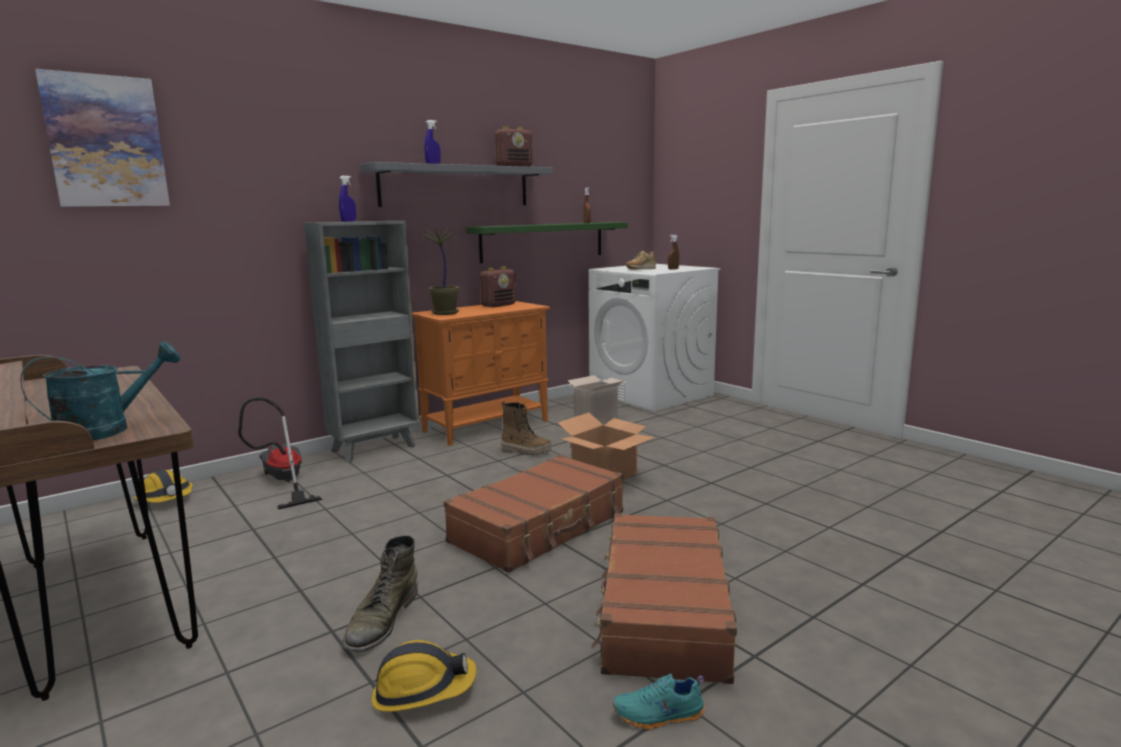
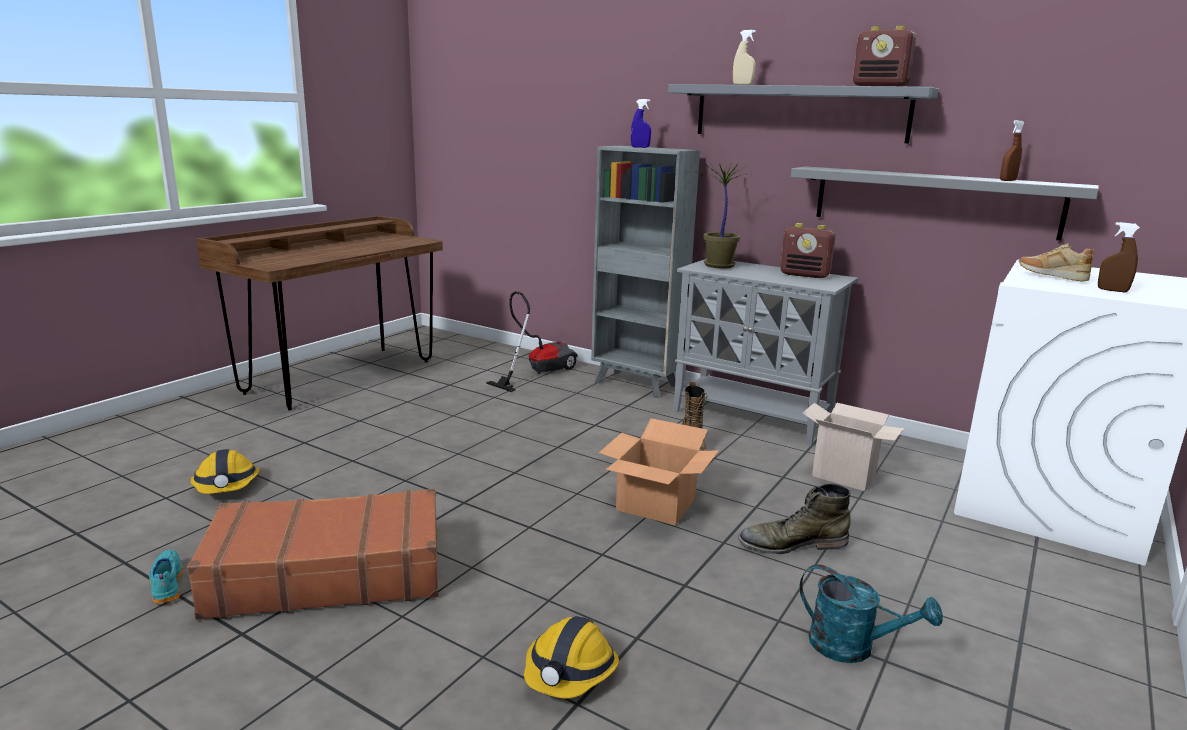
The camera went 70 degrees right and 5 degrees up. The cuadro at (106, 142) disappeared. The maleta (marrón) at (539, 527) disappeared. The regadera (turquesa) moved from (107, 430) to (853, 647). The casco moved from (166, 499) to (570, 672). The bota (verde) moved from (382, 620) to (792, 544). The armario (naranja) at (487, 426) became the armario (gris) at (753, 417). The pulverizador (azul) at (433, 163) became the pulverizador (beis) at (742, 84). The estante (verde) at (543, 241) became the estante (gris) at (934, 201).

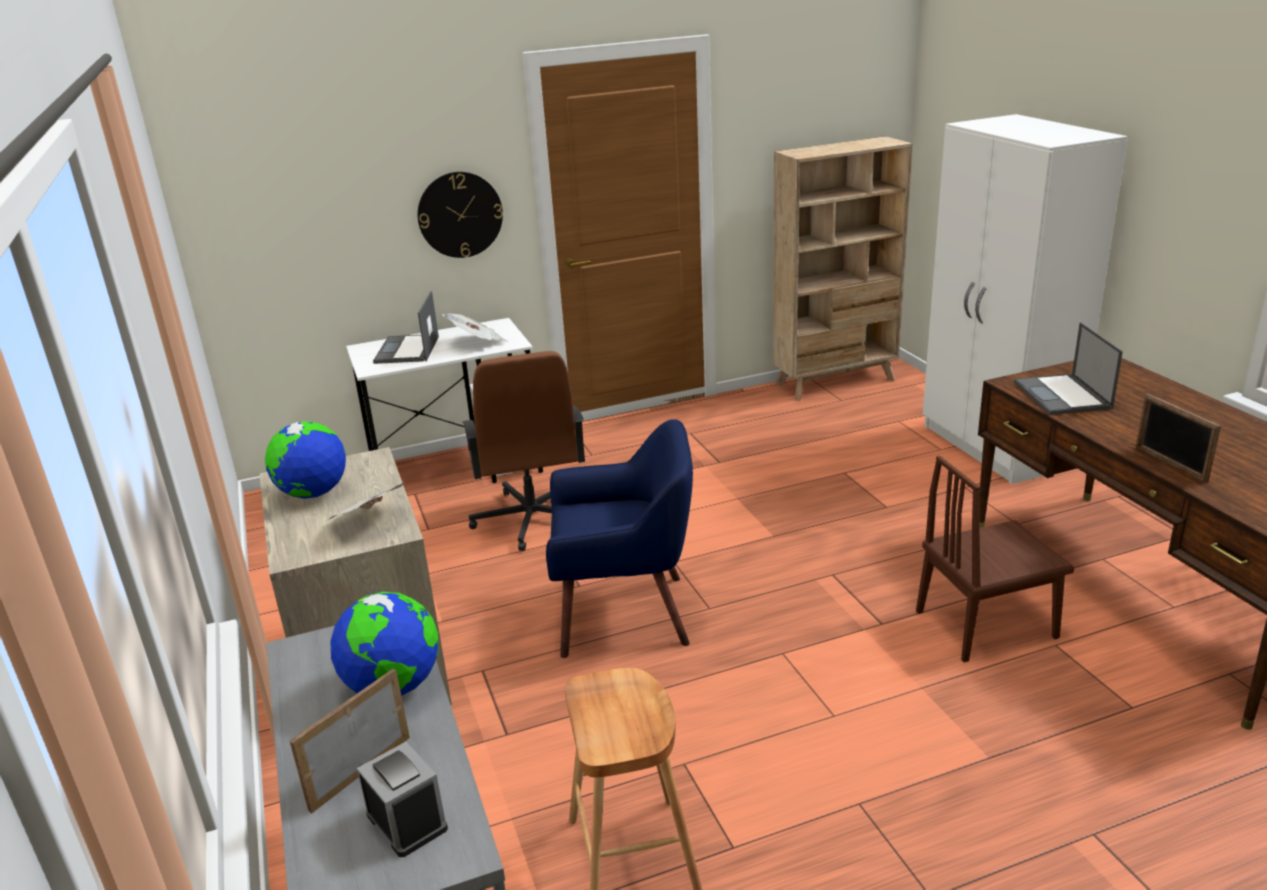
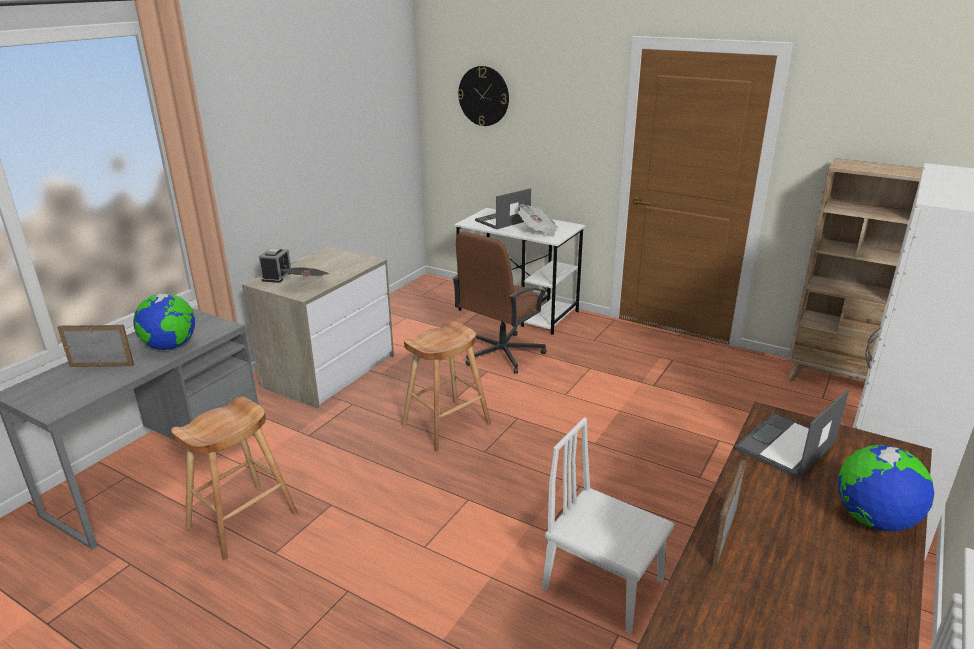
The camera went 50 degrees right and 0 degrees up. The globo terráqueo moved from (313, 493) to (874, 520). The despertador moved from (407, 821) to (277, 276). The reloj de pared moved from (460, 214) to (483, 96). The sillón (azul) at (625, 613) was replaced by the taburete (marrón) at (446, 424). The silla (marrón) at (986, 624) became the silla (blanco) at (603, 584).

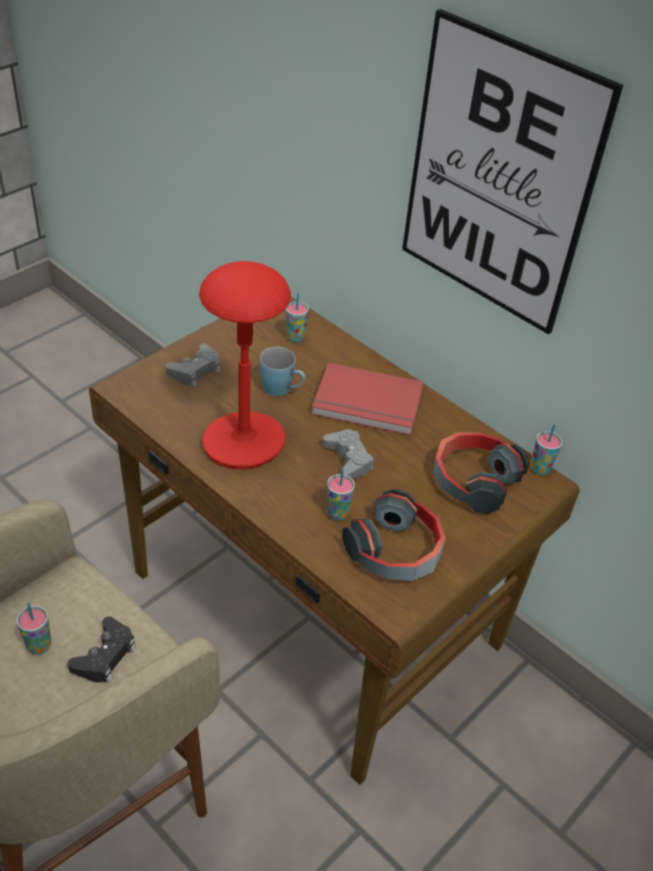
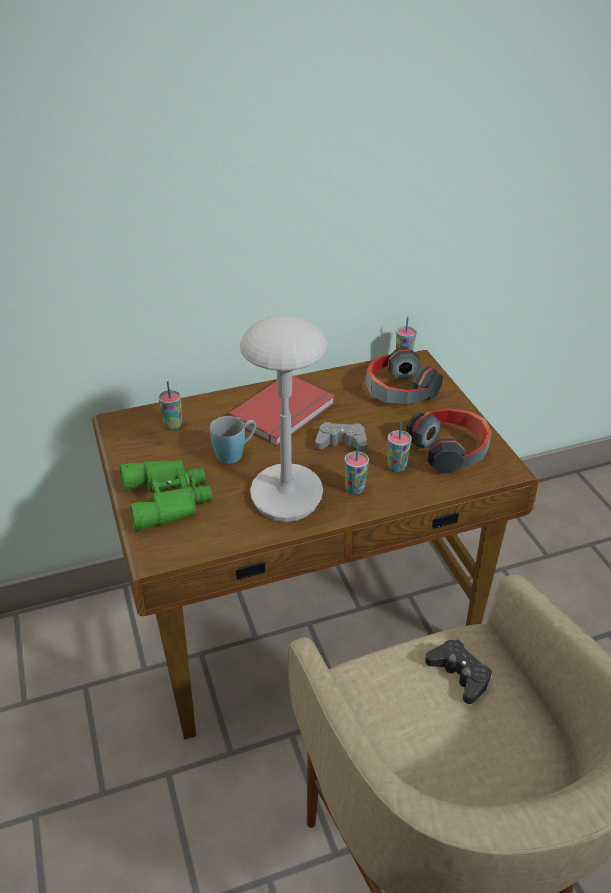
The camera went 60 degrees left and 5 degrees down. The cuadro at (498, 178) disappeared. The taza moved from (39, 646) to (355, 489). The mando de consola (gris) at (195, 370) was replaced by the prismáticos (verde) at (169, 498). The lámpara de mesa (rojo) at (244, 444) became the lámpara de mesa (gris) at (287, 495).

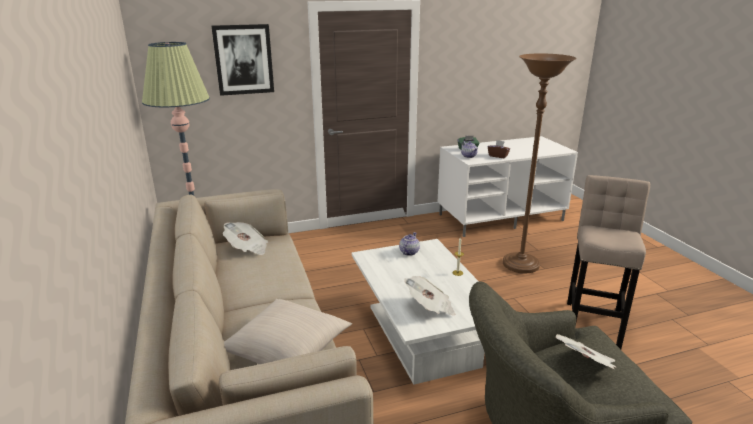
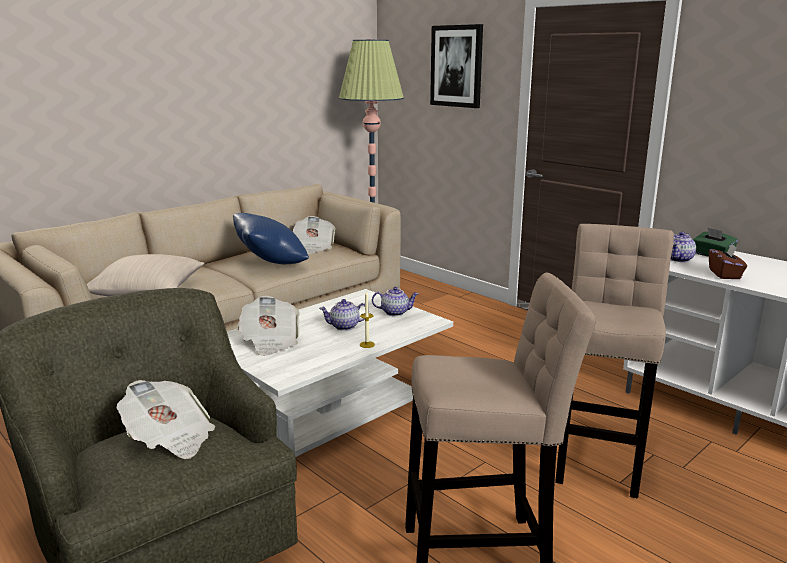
The camera went 65 degrees right and 5 degrees down. The cojín (azul) at (271, 263) appeared. The tetera at (344, 326) appeared. The lámpara de pie (marrón) at (520, 265) was replaced by the taburete (beis) at (599, 456).

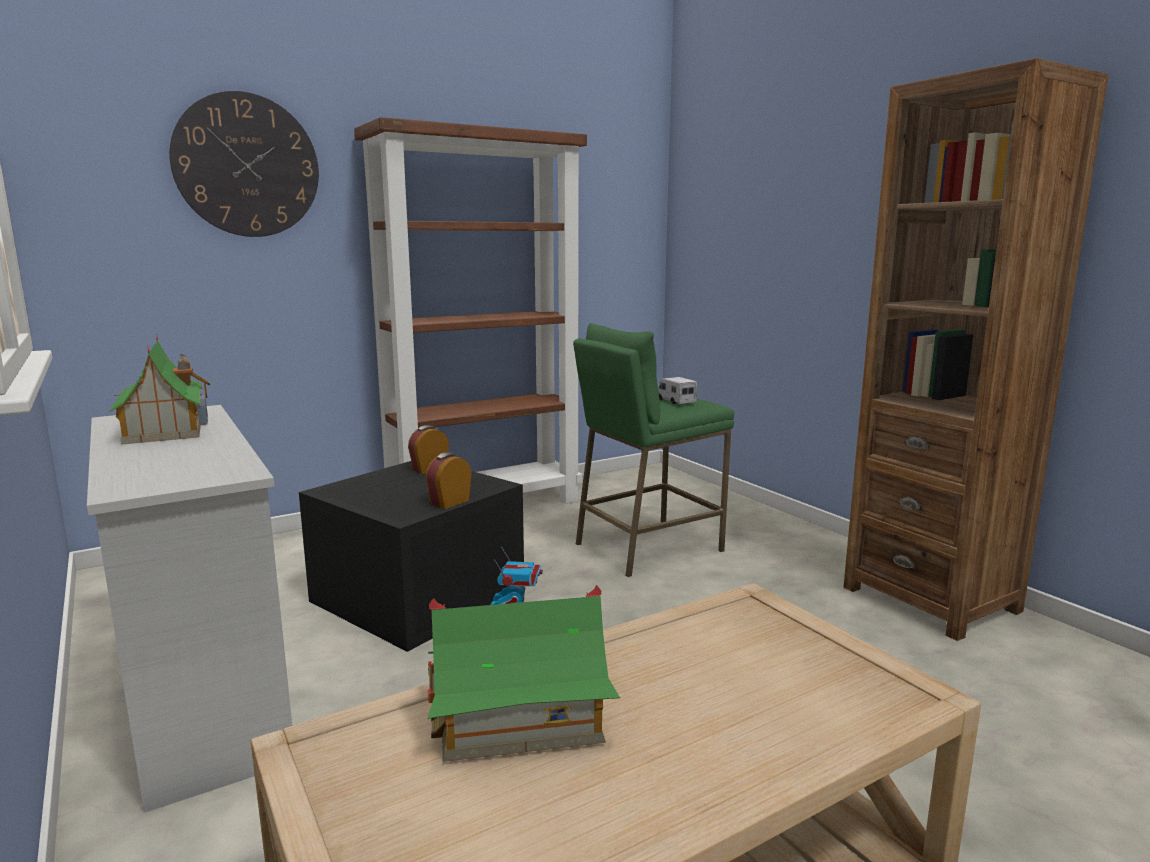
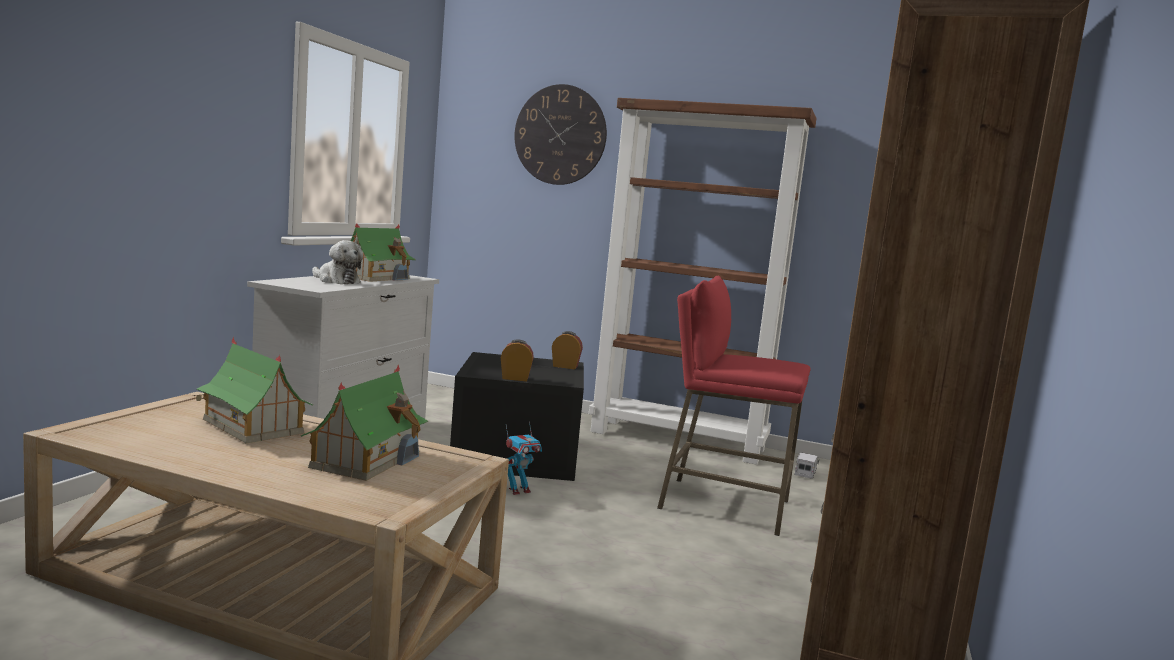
The camera went 50 degrees right and 5 degrees down. The casita at (366, 459) appeared. The peluche at (336, 281) appeared. The camión de juguete moved from (675, 401) to (805, 473). The taburete (verde) at (647, 547) became the taburete (rojo) at (723, 505).

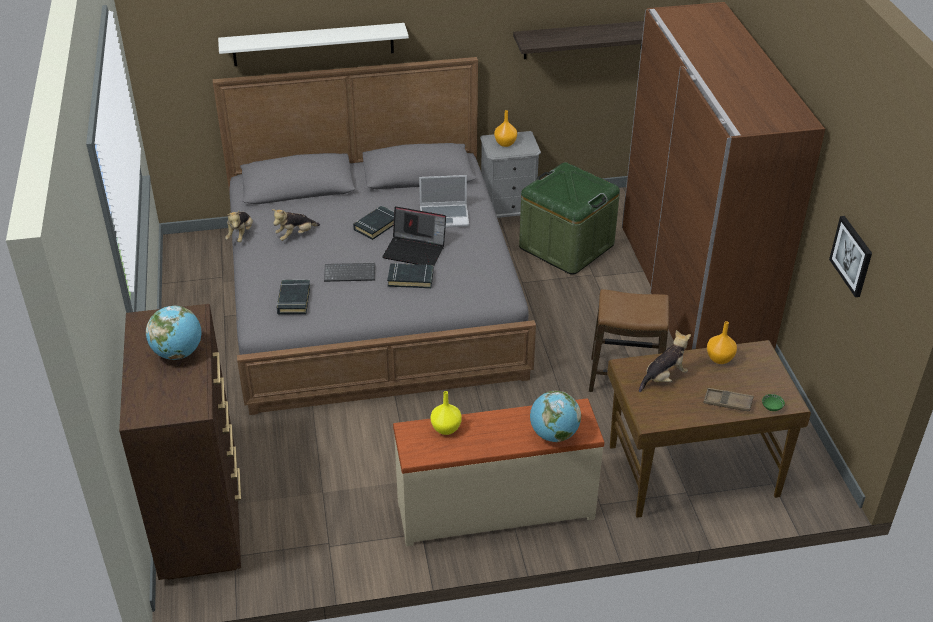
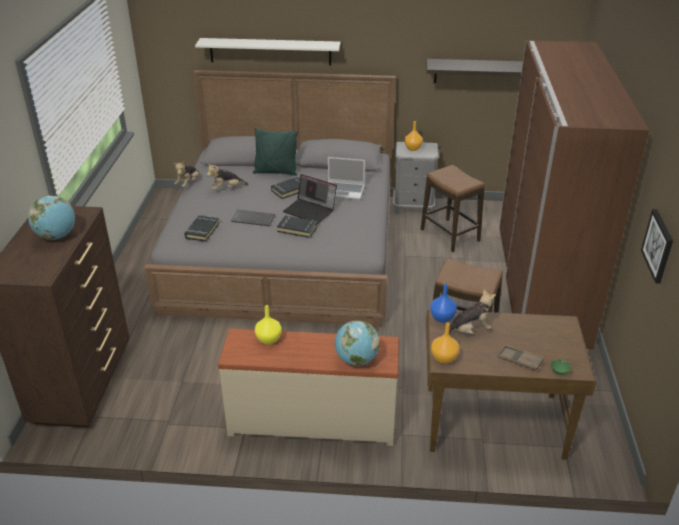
The camera went 15 degrees right and 5 degrees down. The cojín (verde) at (276, 172) appeared. The florero (azul) at (442, 318) appeared. The florero (naranja) moved from (719, 358) to (443, 358). The caja de almacenaje (verde) at (566, 246) was replaced by the taburete at (450, 235).

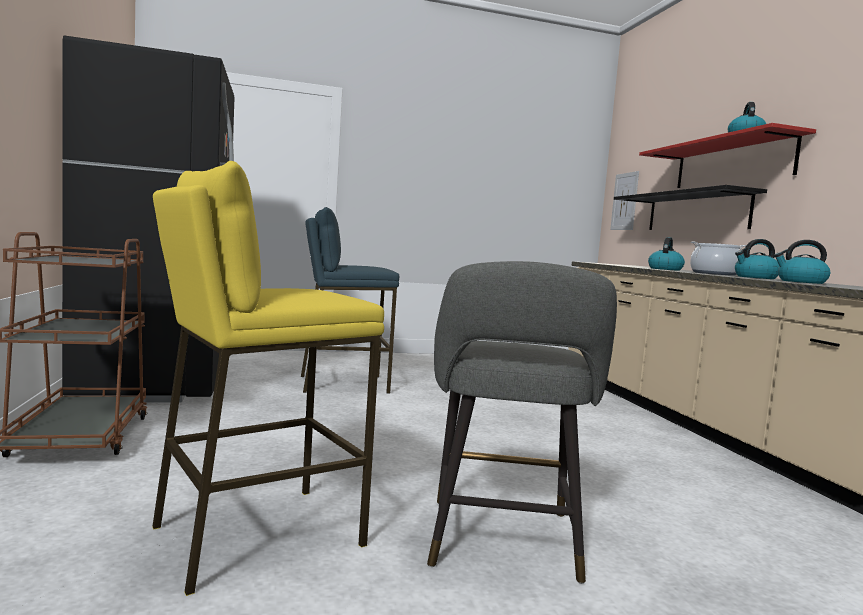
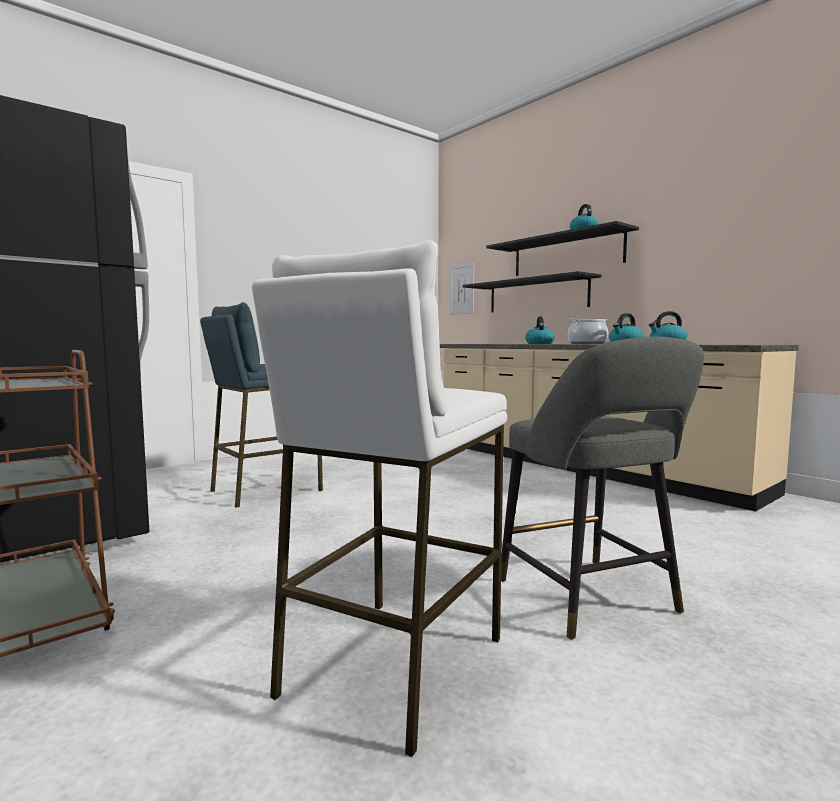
The camera went 25 degrees left and 0 degrees up. The taburete (amarillo) at (256, 535) became the taburete (blanco) at (391, 666). The estante (rojo) at (732, 163) became the estante (negro) at (566, 254).

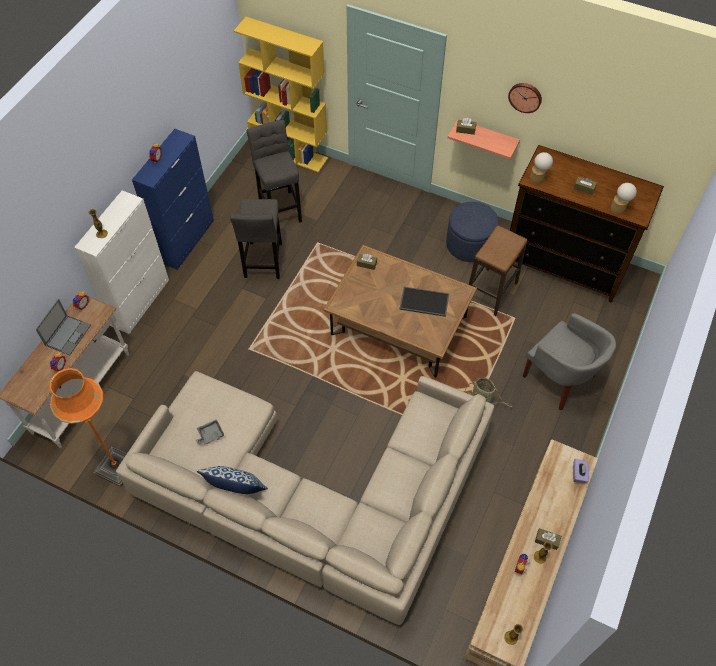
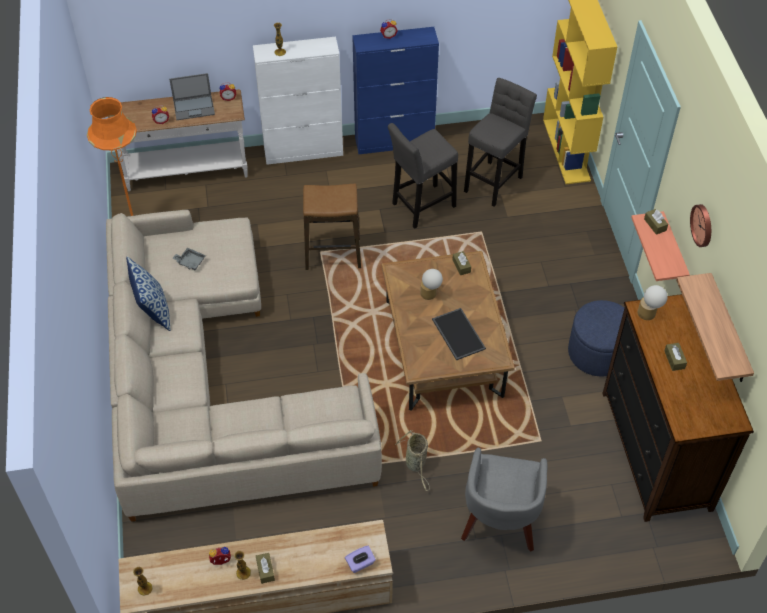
The camera went 55 degrees right and 5 degrees down. The estante at (728, 331) appeared. The taburete moved from (491, 292) to (333, 254). The lámpara de mesa moved from (620, 208) to (430, 295).

